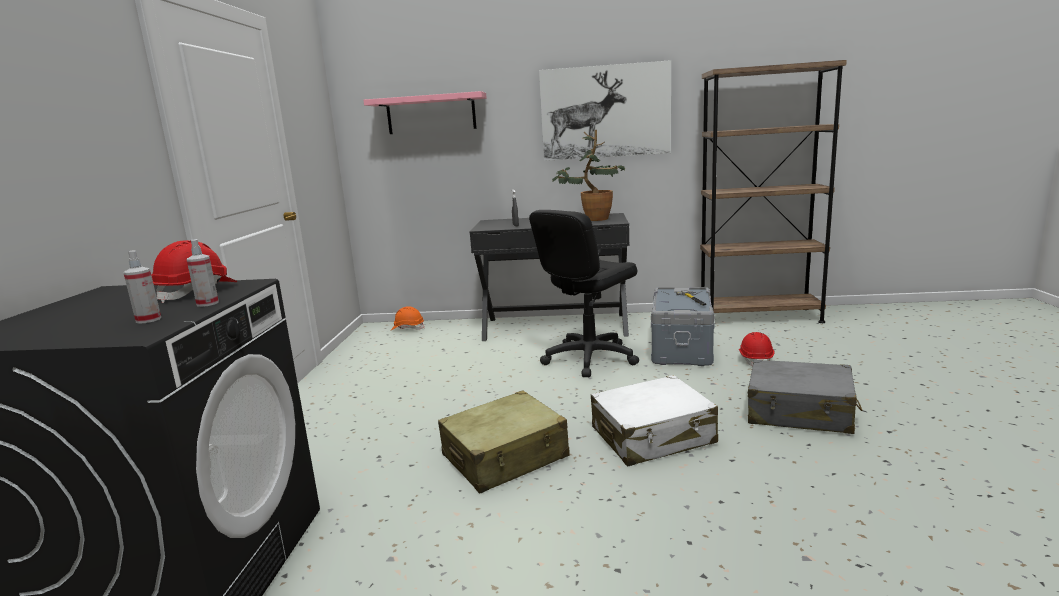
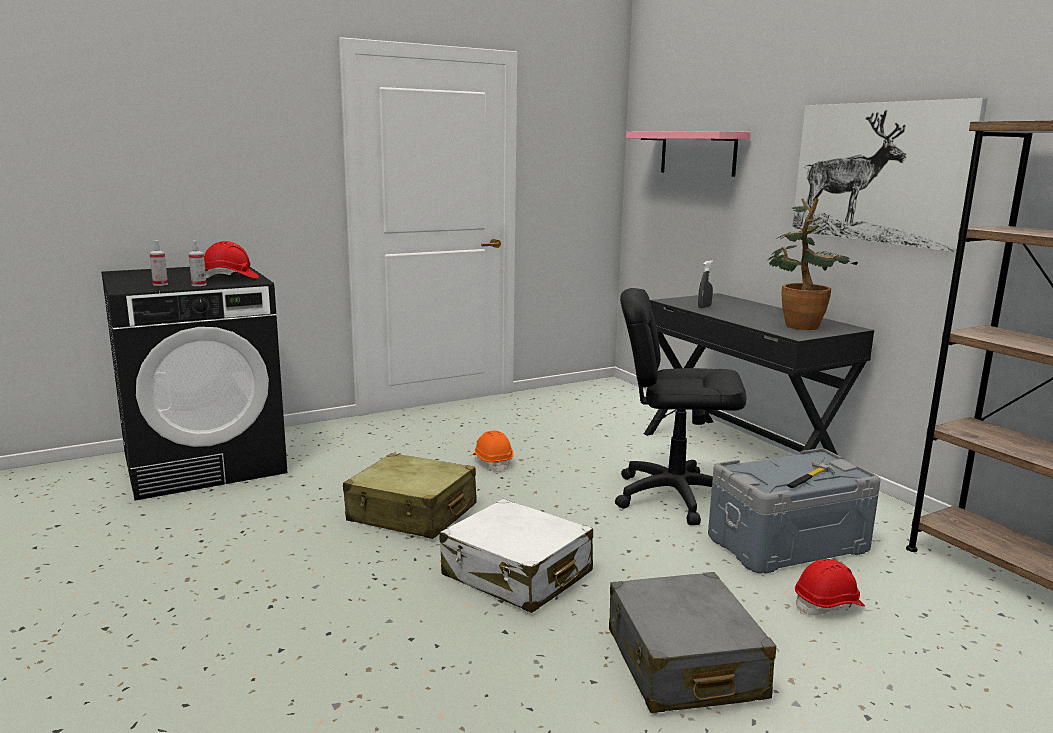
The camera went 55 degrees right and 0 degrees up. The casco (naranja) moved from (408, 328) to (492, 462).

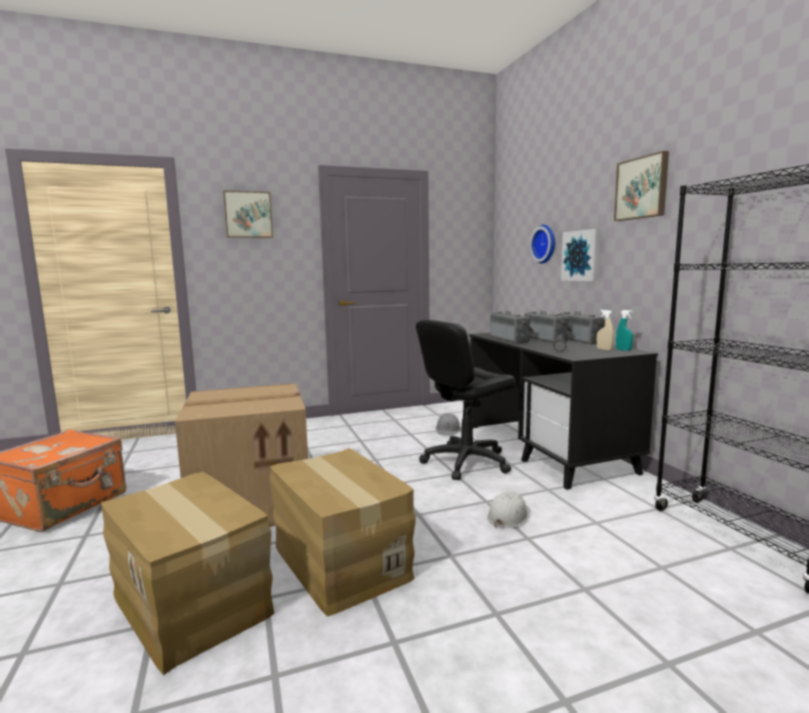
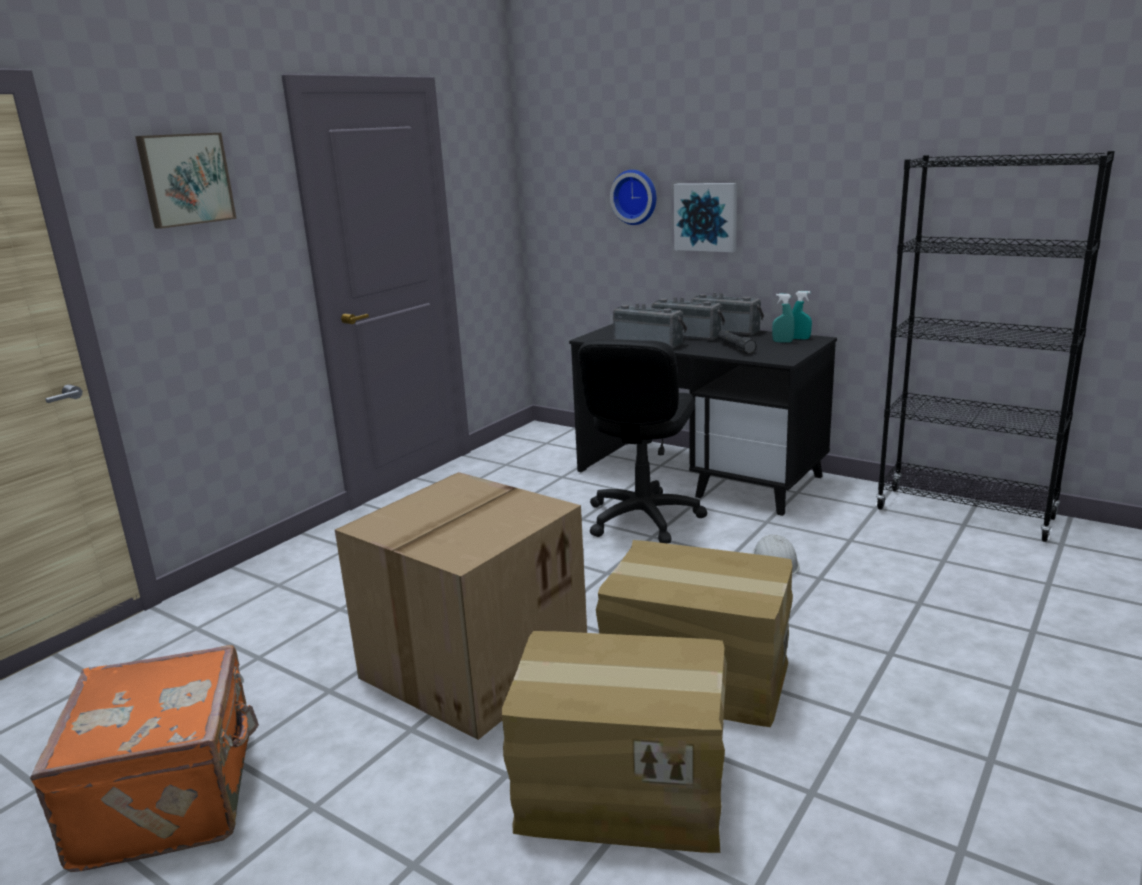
The camera went 35 degrees left and 10 degrees up. The casco (gris) at (448, 430) disappeared. The cuadro at (642, 188) disappeared. The pulverizador (beis) at (604, 350) became the pulverizador (turquesa) at (782, 342).

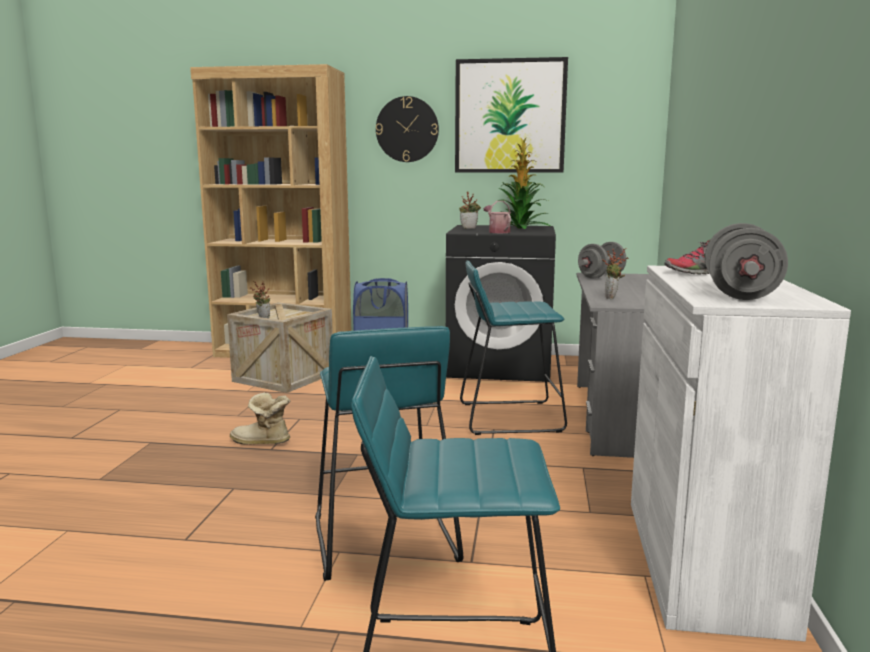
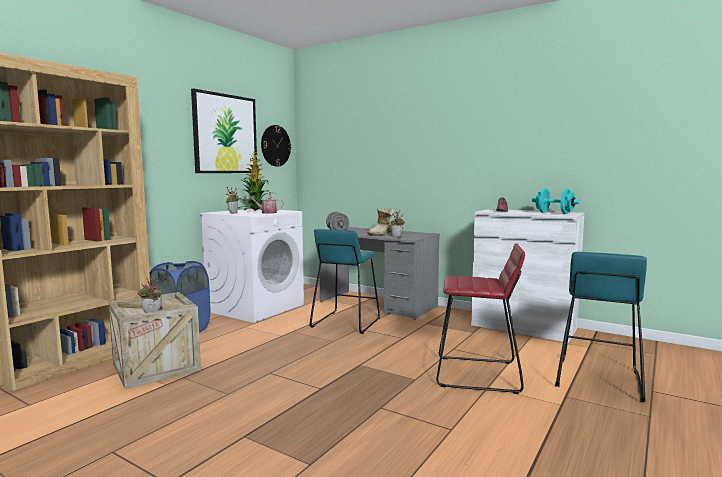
The camera went 65 degrees left and 5 degrees down. The bota moved from (261, 443) to (381, 234). The reloj de pared moved from (407, 129) to (275, 145). The taburete (turquesa) at (382, 538) became the taburete (rojo) at (477, 374). The lavadora (negro) at (500, 366) became the lavadora (blanco) at (256, 308). The mancuerna (gris) at (740, 294) became the mancuerna (turquesa) at (554, 213).

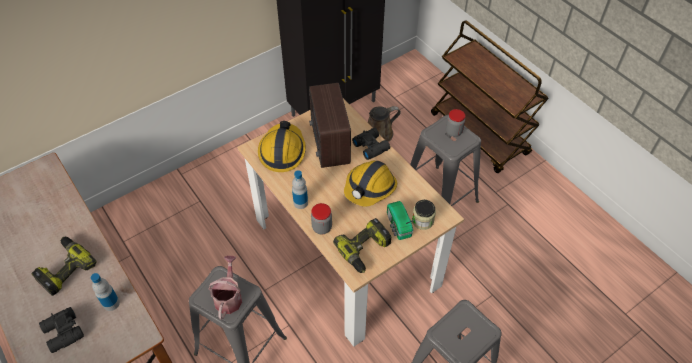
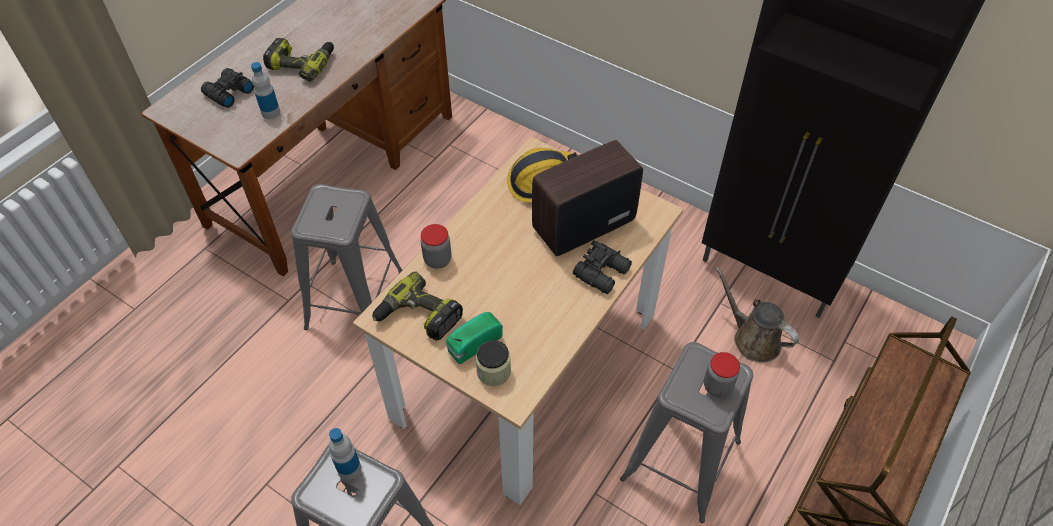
The camera went 70 degrees right and 0 degrees up. The regadera at (229, 297) disappeared. The casco at (370, 188) disappeared. The botella moved from (300, 203) to (349, 468).

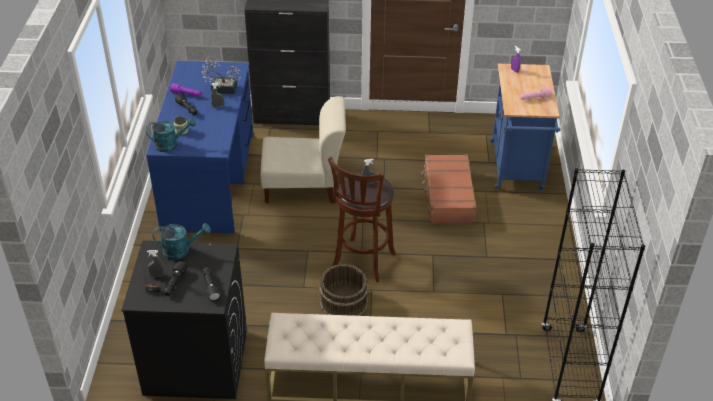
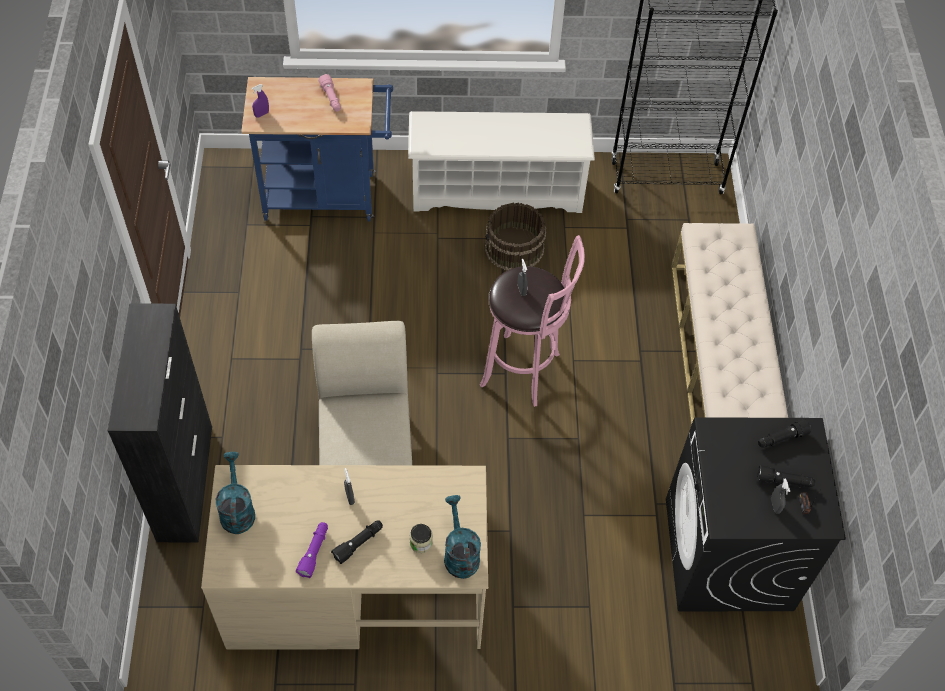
The camera went 95 degrees left and 15 degrees up. The planta en maceta at (221, 88) disappeared. The maleta (marrón) at (447, 196) disappeared. The zapatero (blanco) at (497, 189) appeared. The regadera (turquesa) moved from (181, 251) to (237, 509). The cubo (marrón) moved from (343, 302) to (514, 248). The escritorio (azul) at (210, 180) became the escritorio (beis) at (355, 591). The taburete (marrón) at (362, 262) became the taburete (rosa) at (524, 371).

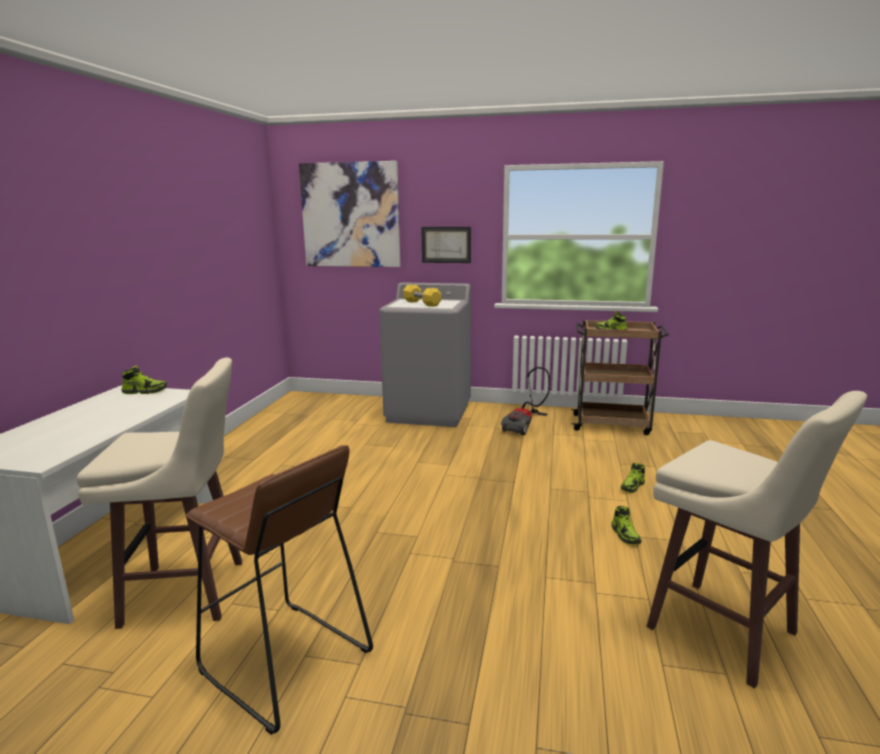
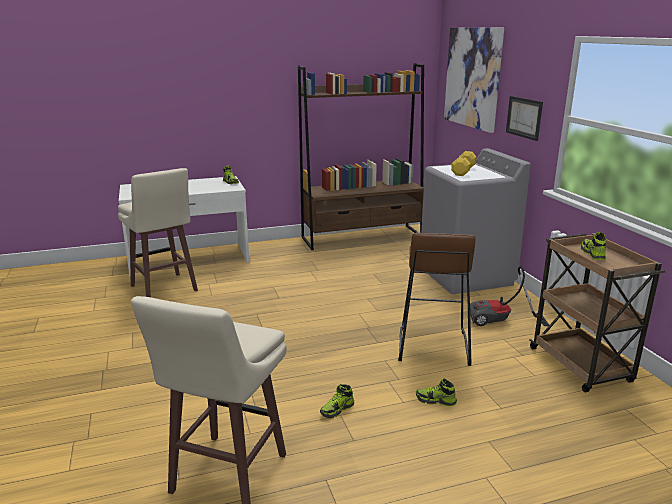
The camera went 60 degrees right and 5 degrees up. The estantería (marrón) at (362, 237) appeared. The taburete (marrón) moved from (285, 663) to (432, 346).

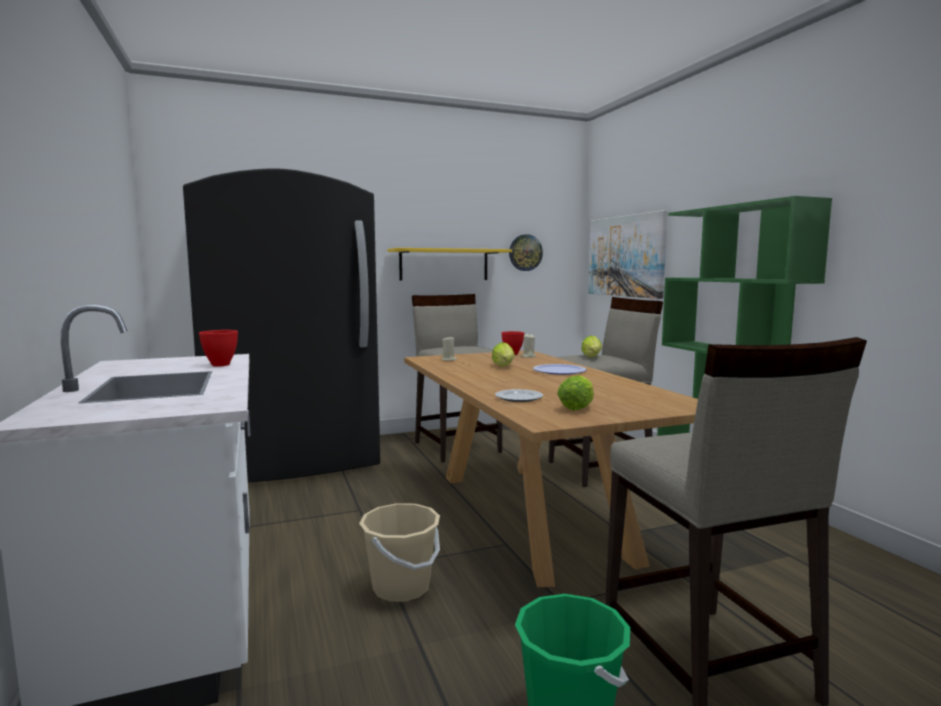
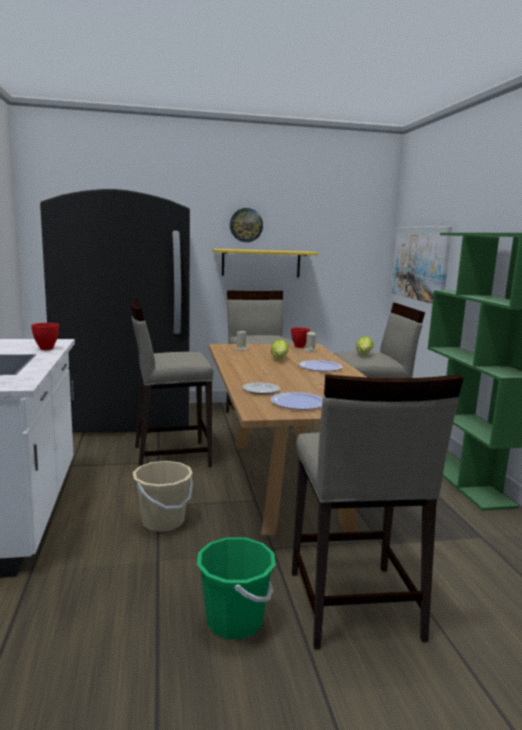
The camera went 10 degrees right and 5 degrees up. The taburete (beis) at (170, 456) appeared. The reloj de pared moved from (525, 252) to (246, 225). The lechuga at (578, 407) was replaced by the plato at (298, 402).

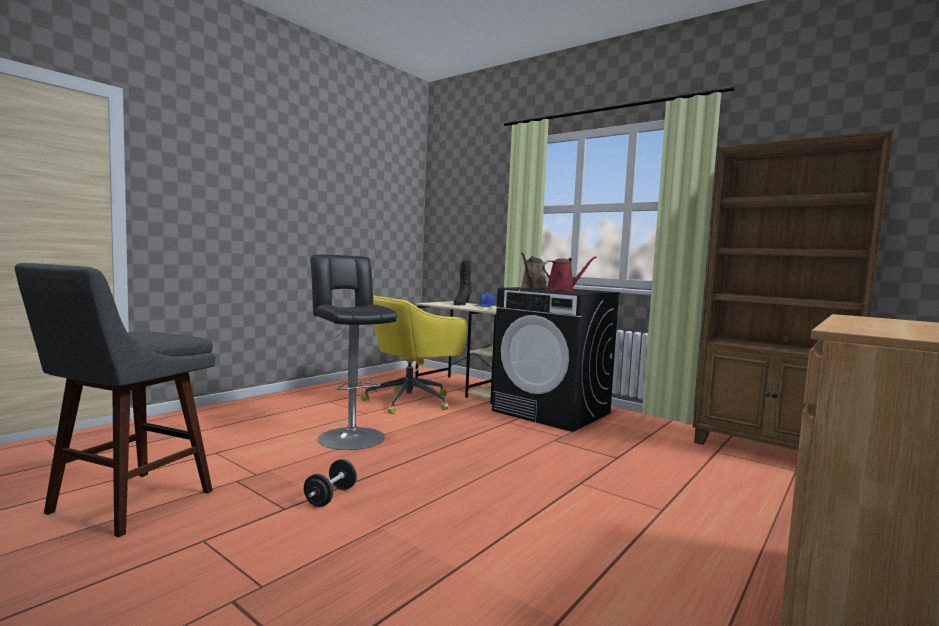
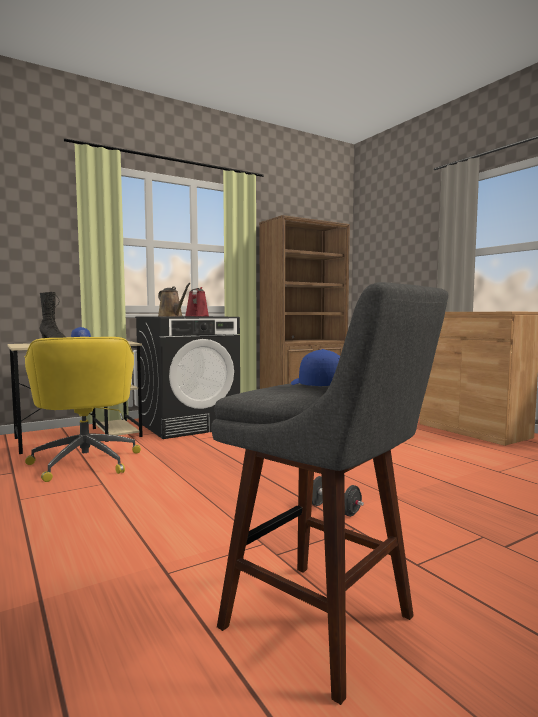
The camera went 70 degrees left and 0 degrees up. The taburete (negro) at (349, 436) disappeared. The gorra (azul) at (316, 386) appeared.

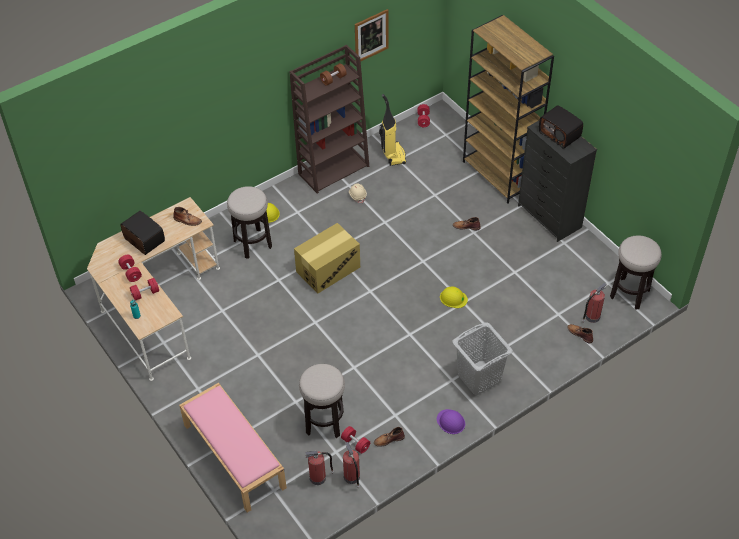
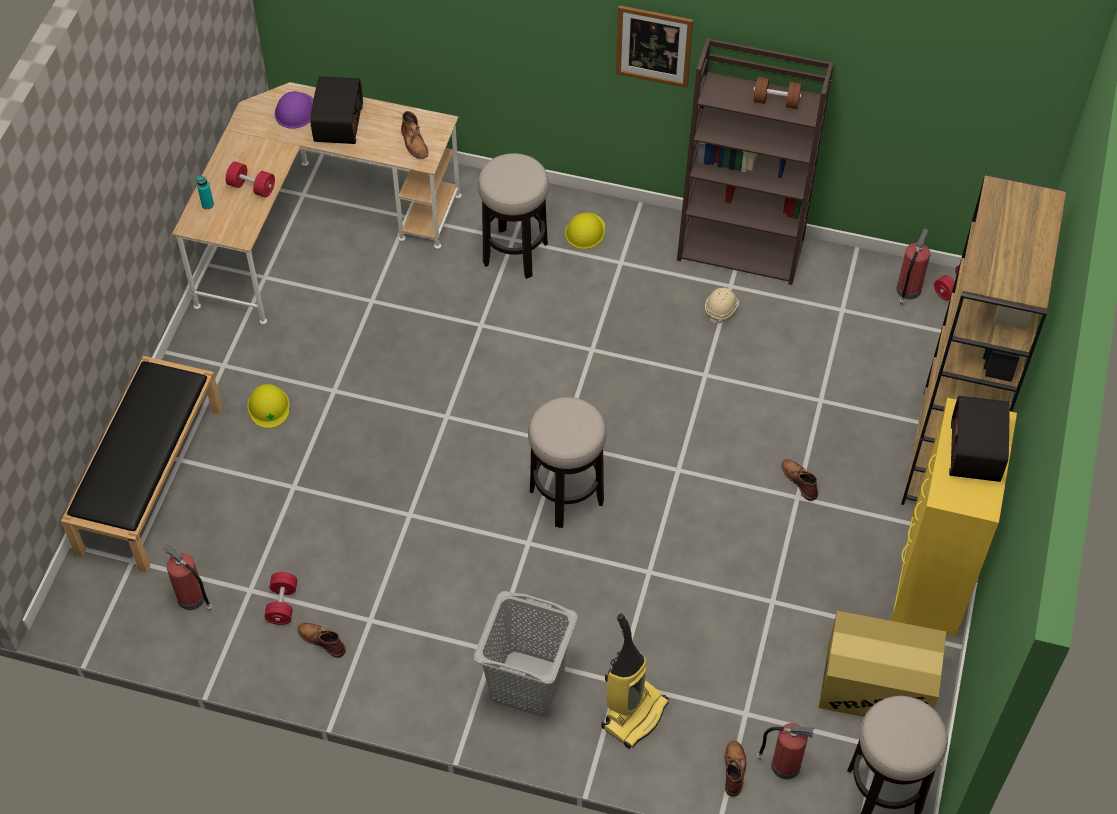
The camera went 50 degrees right and 5 degrees up. The mancuerna (rojo) at (131, 272) disappeared. The caja de cartón moved from (328, 269) to (877, 686). The taburete moved from (324, 422) to (567, 496). The extintor moved from (352, 477) to (908, 290). The cuadro moved from (371, 36) to (654, 46). The aspiradora moved from (393, 155) to (634, 713). The casco (morado) moved from (451, 421) to (295, 110). The casco (amarillo) moved from (453, 298) to (268, 406). The banco (rosa) at (233, 456) became the banco (negro) at (150, 478). The cómoda (negro) at (550, 217) became the cómoda (amarillo) at (932, 578).

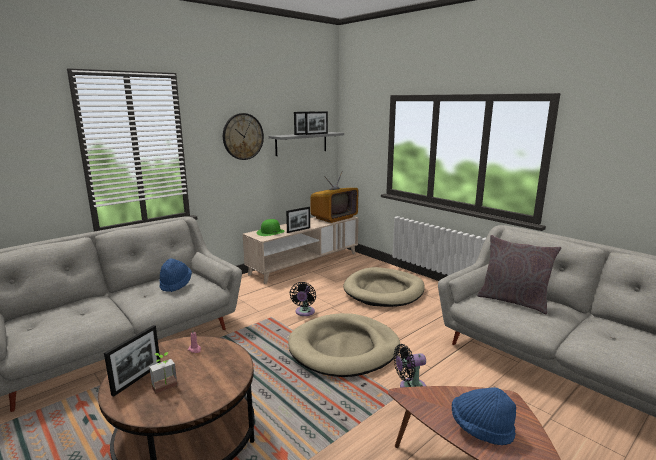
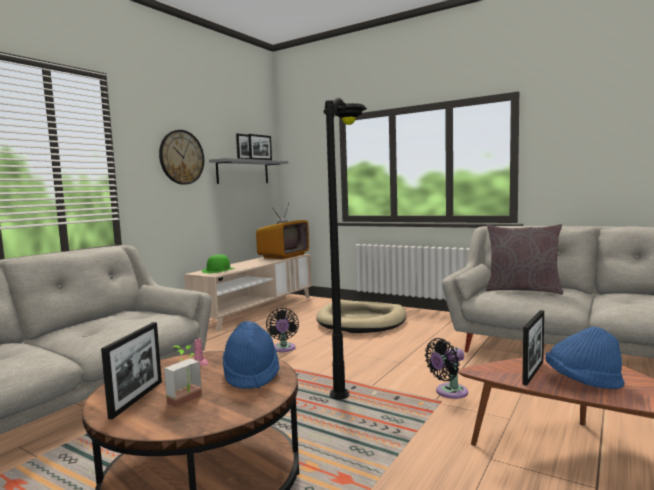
The camera went 15 degrees left and 10 degrees down. The sombrero (azul) moved from (176, 284) to (251, 375). The portarretratos moved from (298, 230) to (533, 372). The cama para perro (beis) at (344, 348) was replaced by the lámpara de pie (negro) at (352, 372).

